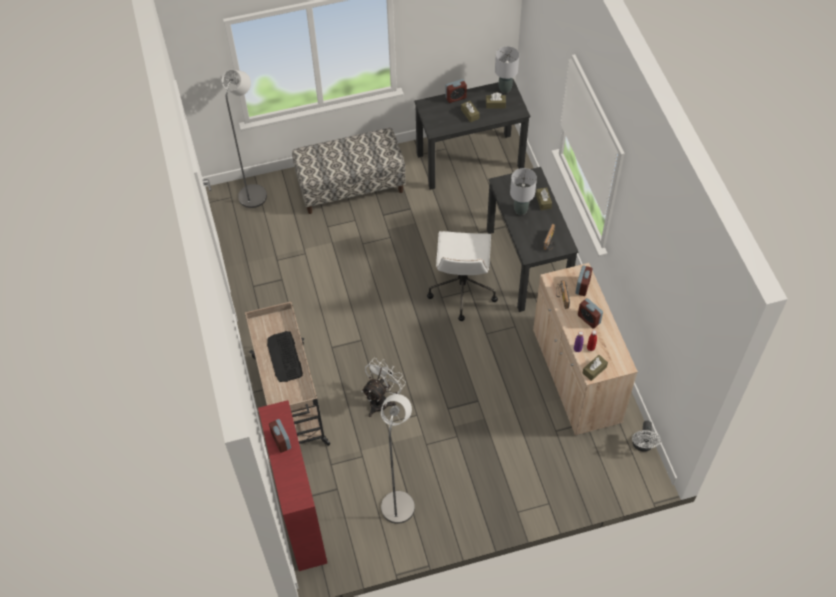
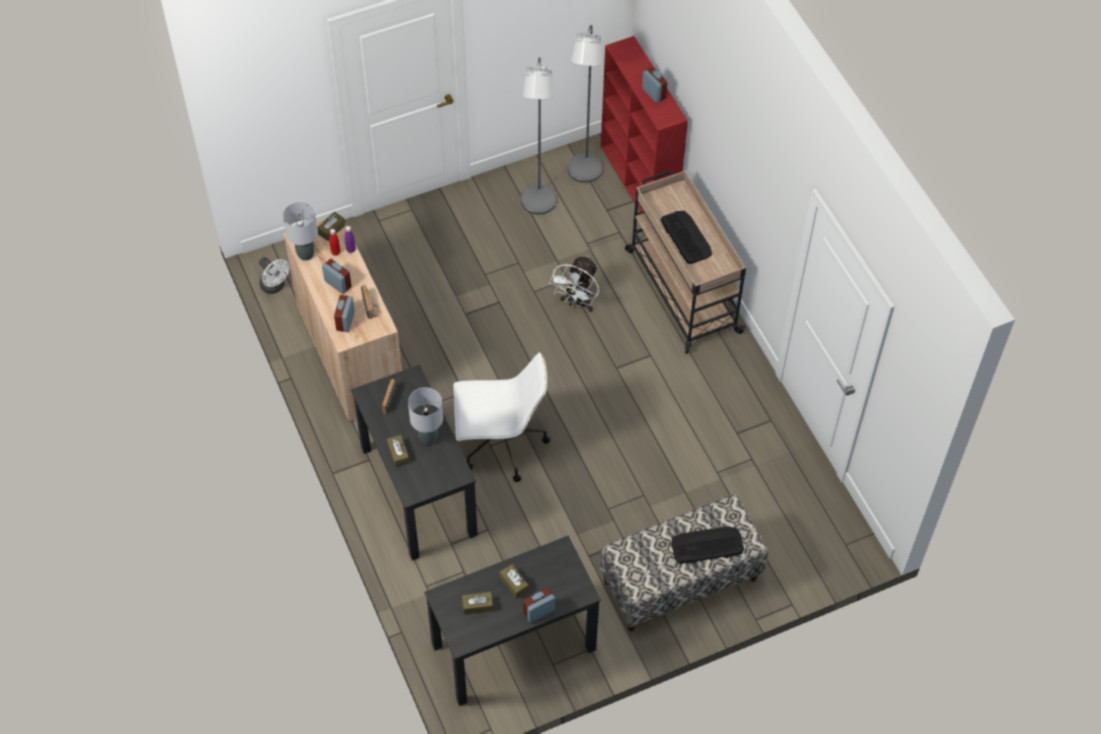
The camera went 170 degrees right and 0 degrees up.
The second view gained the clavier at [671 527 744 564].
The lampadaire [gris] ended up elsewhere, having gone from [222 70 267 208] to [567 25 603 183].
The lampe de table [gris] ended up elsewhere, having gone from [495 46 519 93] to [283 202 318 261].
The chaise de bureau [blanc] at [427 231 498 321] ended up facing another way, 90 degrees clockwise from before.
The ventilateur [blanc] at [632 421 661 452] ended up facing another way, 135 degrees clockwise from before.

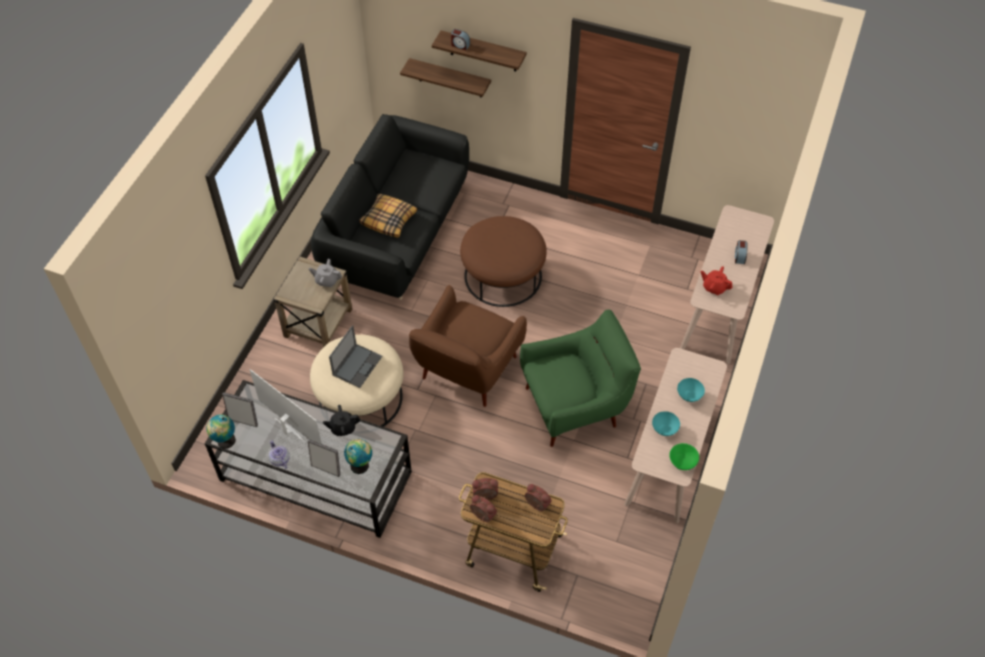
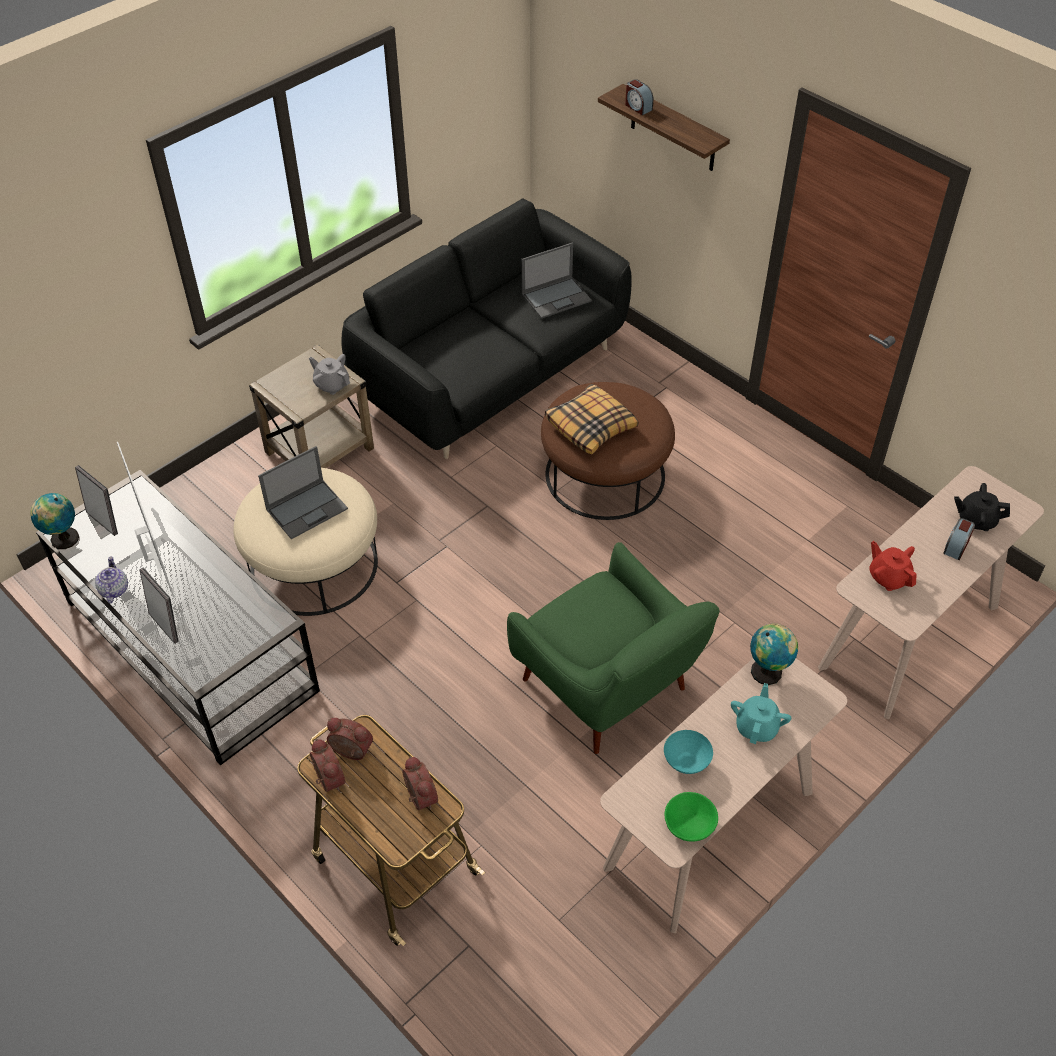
The camera went 25 degrees right and 5 degrees down.
The second view lost the étagère at [400 58 491 98].
The second view lost the fauteuil [marron] at [409 285 527 407].
The second view gained the ordinateur portable at [522 242 592 319].
The théière [noir] ended up elsewhere, having gone from [323 405 360 436] to [954 483 1010 531].
The globe ended up elsewhere, having gone from [344 439 372 474] to [750 624 798 685].
The coussin ended up elsewhere, having gone from [359 194 417 238] to [545 384 638 455].
Where the bol [turquoise] stood at [677 378 705 402], the théière [turquoise] came to stand at [731 683 791 744].
The fauteuil [vert] at [520 310 641 447] ended up facing another way, 45 degrees clockwise from before.

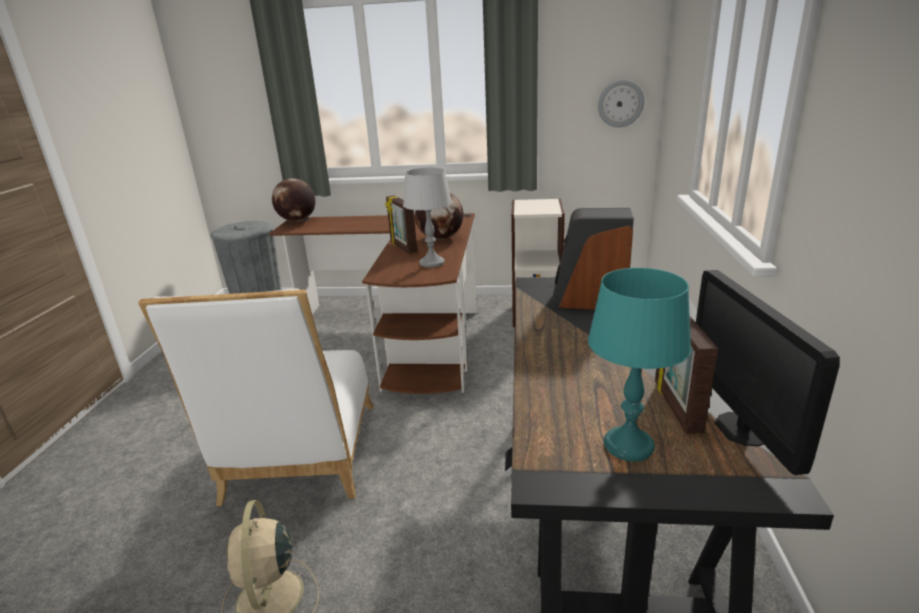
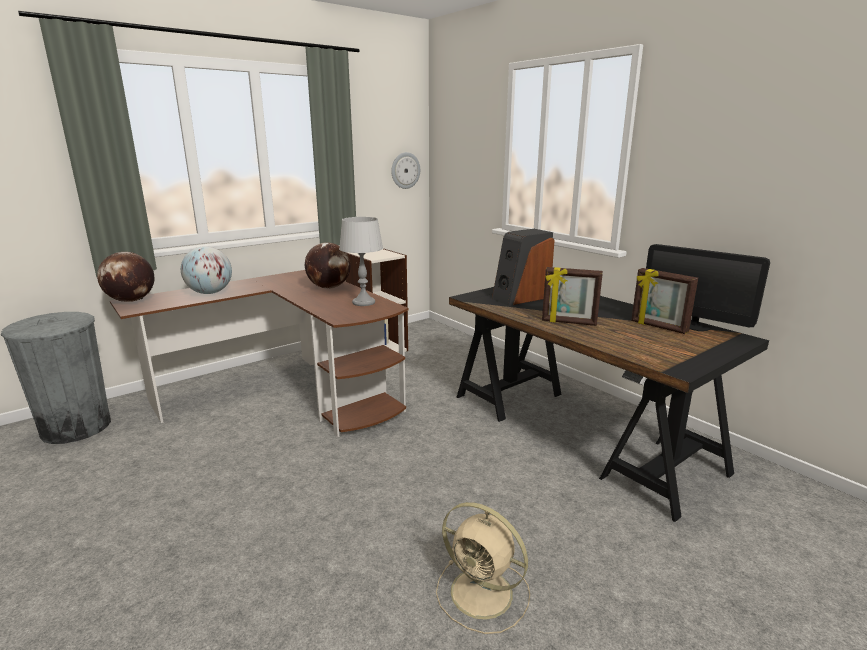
The camera went 45 degrees left and 5 degrees down.
The second view lost the chaise [blanc] at [138 289 374 506].
The second view lost the lampe de table [turquoise] at [588 268 691 461].
The second view gained the globe at [181 246 232 294].
The cadre photo ended up elsewhere, having gone from [385 195 417 254] to [542 267 603 326].

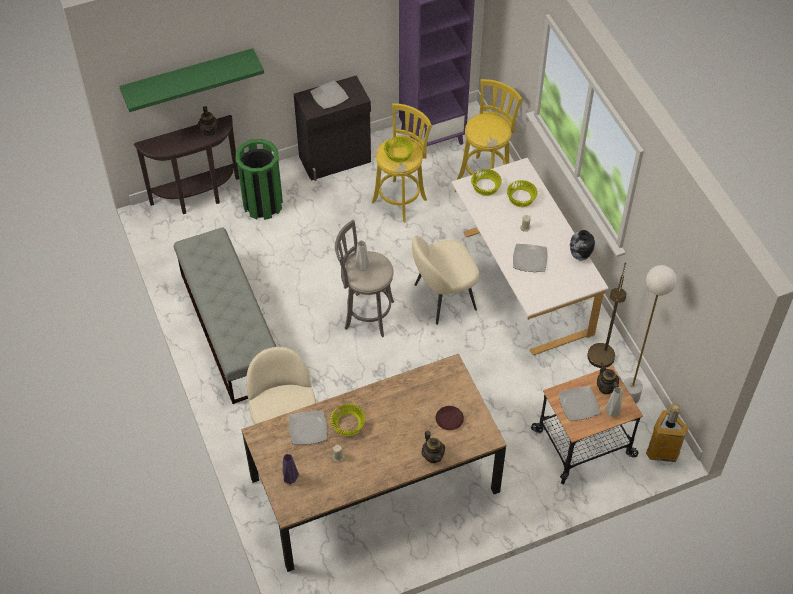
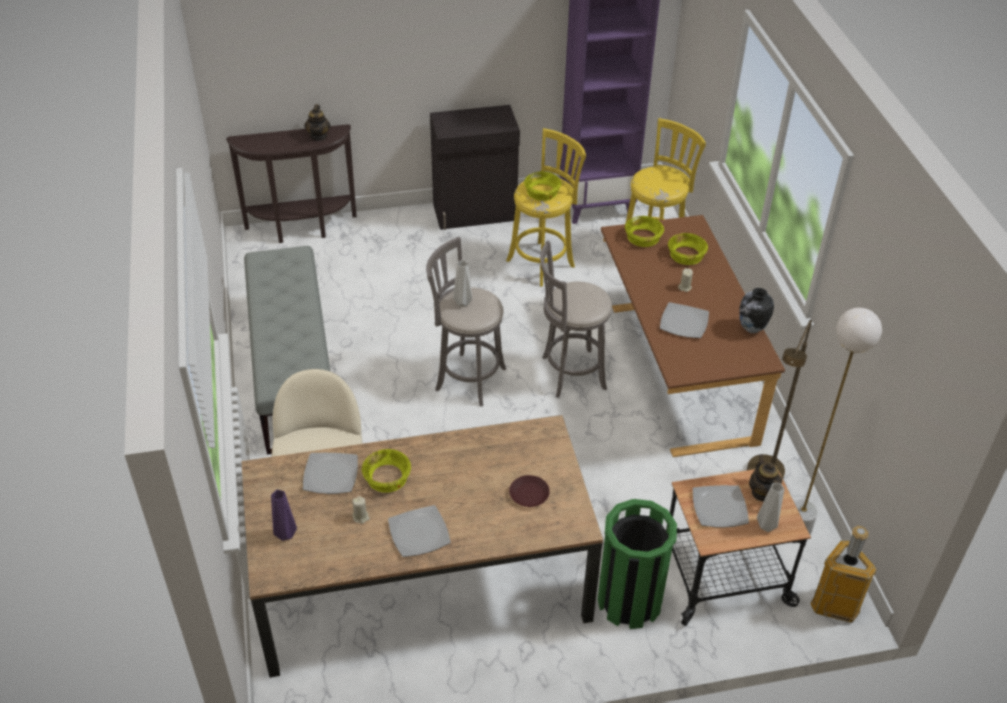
The camera went 10 degrees right and 10 degrees down.
The second view lost the étagère [vert] at [119 48 264 112].
The second view lost the théière at [421 431 445 463].
The poubelle [vert] ended up elsewhere, having gone from [236 139 283 220] to [598 499 677 629].
The assiette ended up elsewhere, having gone from [310 81 349 109] to [388 505 451 557].
Where the chaise [beige] stood at [412 236 479 325], the tabouret [gris] came to stand at [540 240 612 398].
What was the bureau [blanc] at [452 158 608 355] turned into the bureau [marron] at [601 215 785 457].

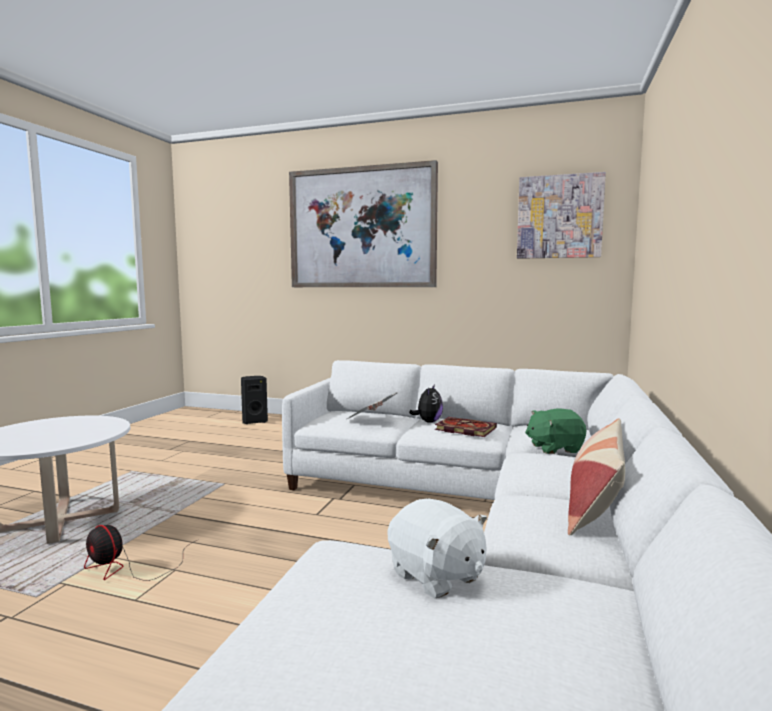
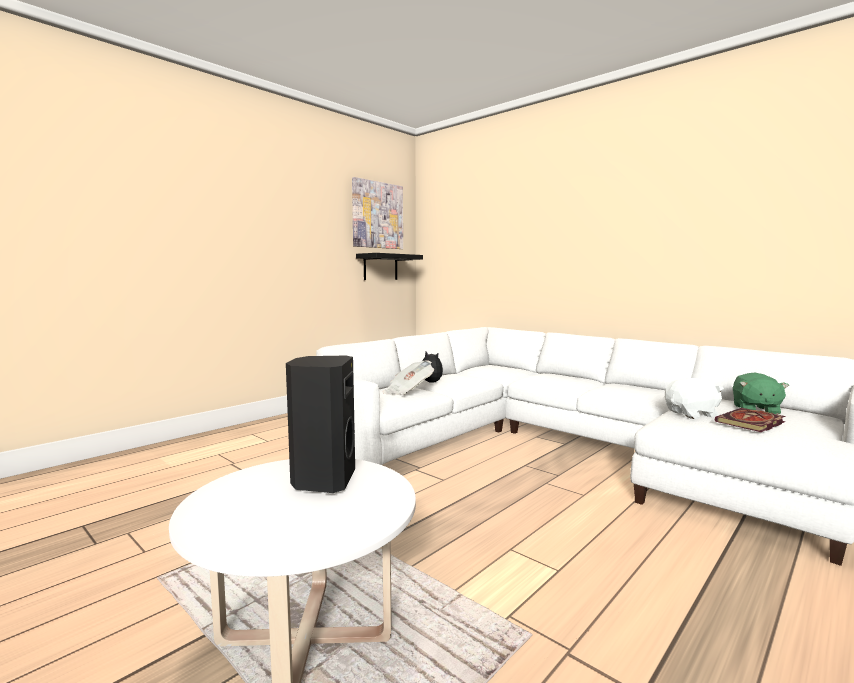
The camera went 65 degrees left and 0 degrees up.
The second view lost the ventilateur at [84 525 199 581].
The second view lost the tableau at [289 160 438 287].
The second view lost the coussin at [568 418 625 536].
The second view gained the étagère [noir] at [356 253 423 280].
The enceinte [noir] ended up elsewhere, having gone from [241 376 268 424] to [286 356 355 493].
The livre ended up elsewhere, having gone from [435 417 497 437] to [715 408 786 432].
The peluche [vert] ended up elsewhere, having gone from [525 409 586 454] to [733 373 789 415].

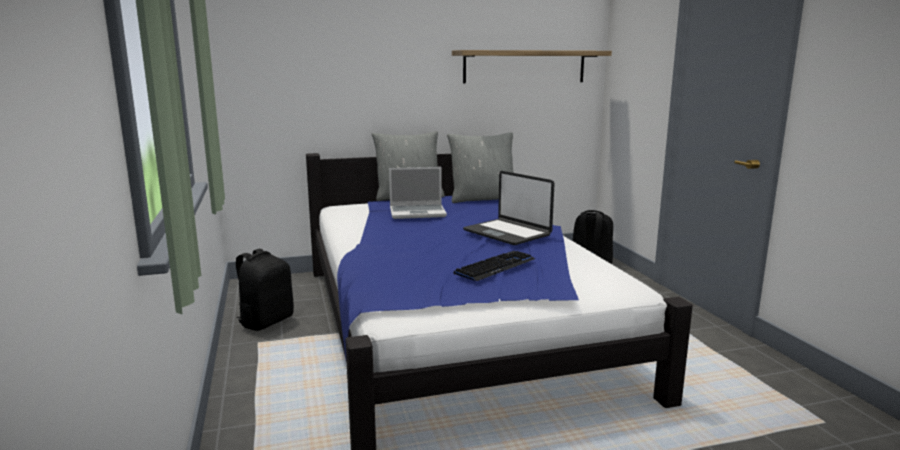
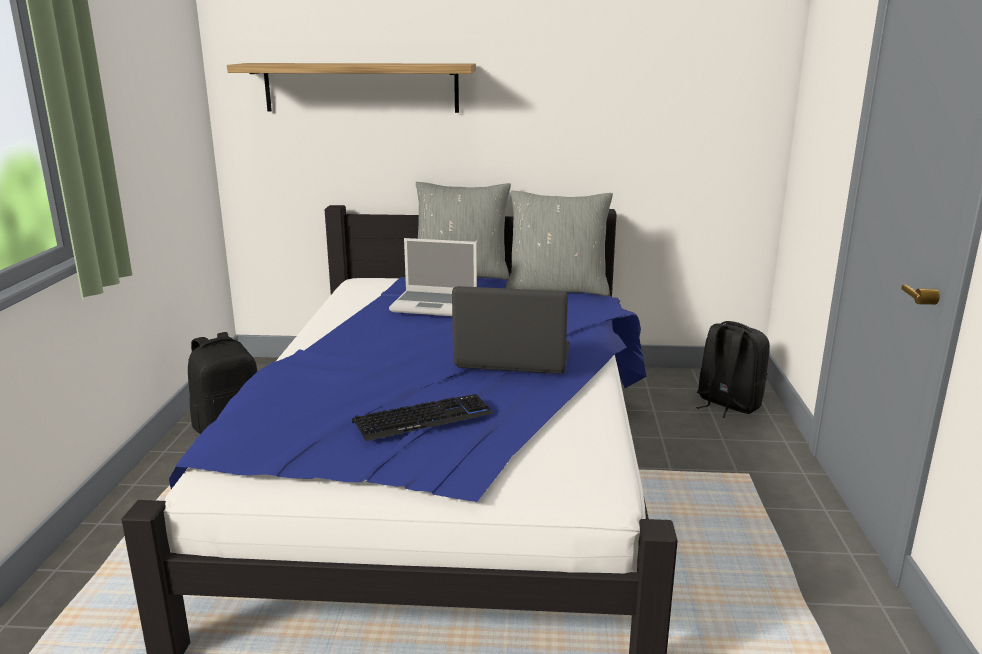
The camera went 20 degrees right and 5 degrees up.
The étagère ended up elsewhere, having gone from [452 50 612 84] to [227 63 476 113].
The ordinateur portable at [463 171 555 245] ended up facing another way, 120 degrees clockwise from before.

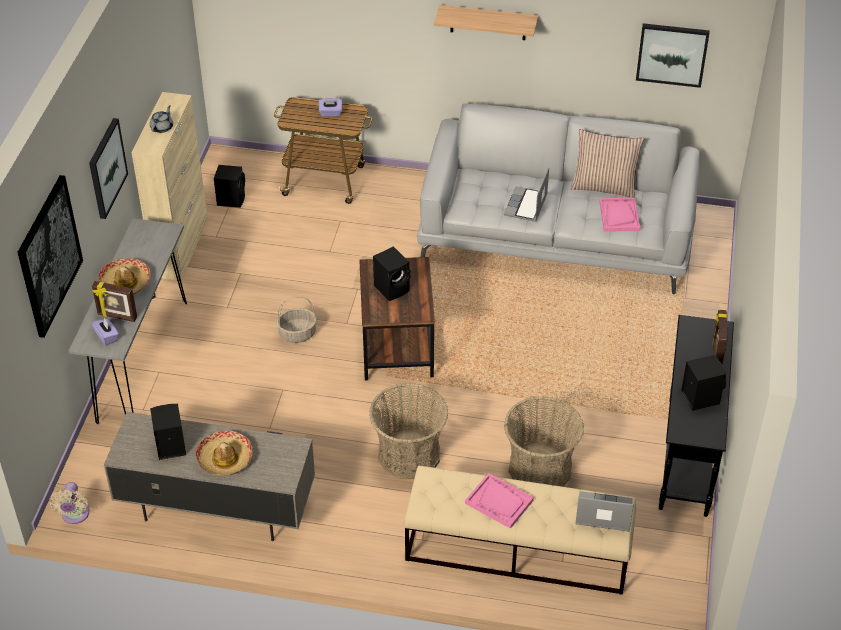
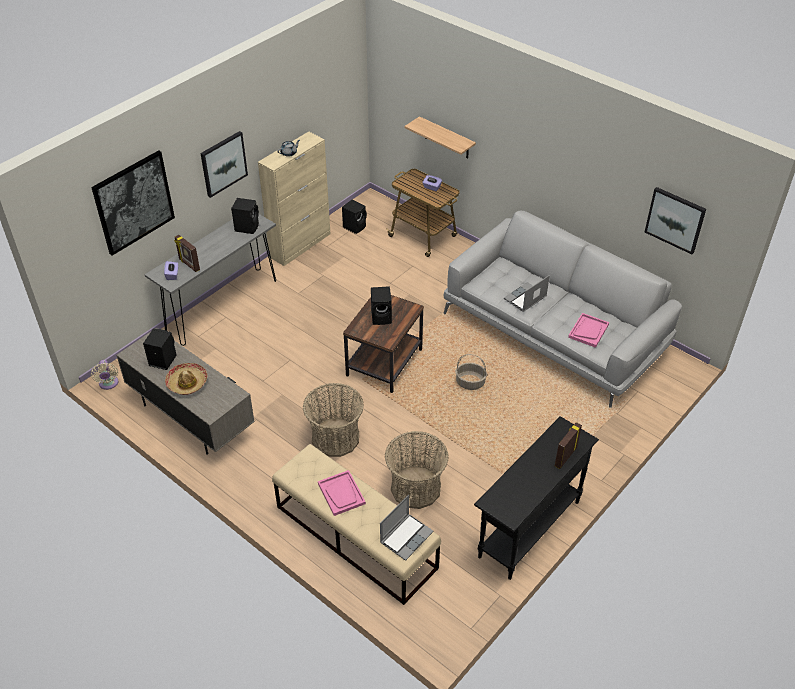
The camera went 30 degrees right and 0 degrees up.
The second view lost the chapeau at [98 259 150 295].
The second view lost the coussin at [570 129 644 198].
The panier ended up elsewhere, having gone from [277 297 317 343] to [456 354 487 390].
The étagère ended up elsewhere, having gone from [434 5 538 40] to [404 116 476 159].
The enceinte [noir] ended up elsewhere, having gone from [681 355 726 411] to [231 198 259 234].
The ventilateur [beige] at [49 482 89 524] ended up facing another way, 45 degrees counterclockwise from before.
The ordinateur portable at [575 491 634 531] ended up facing another way, 90 degrees clockwise from before.

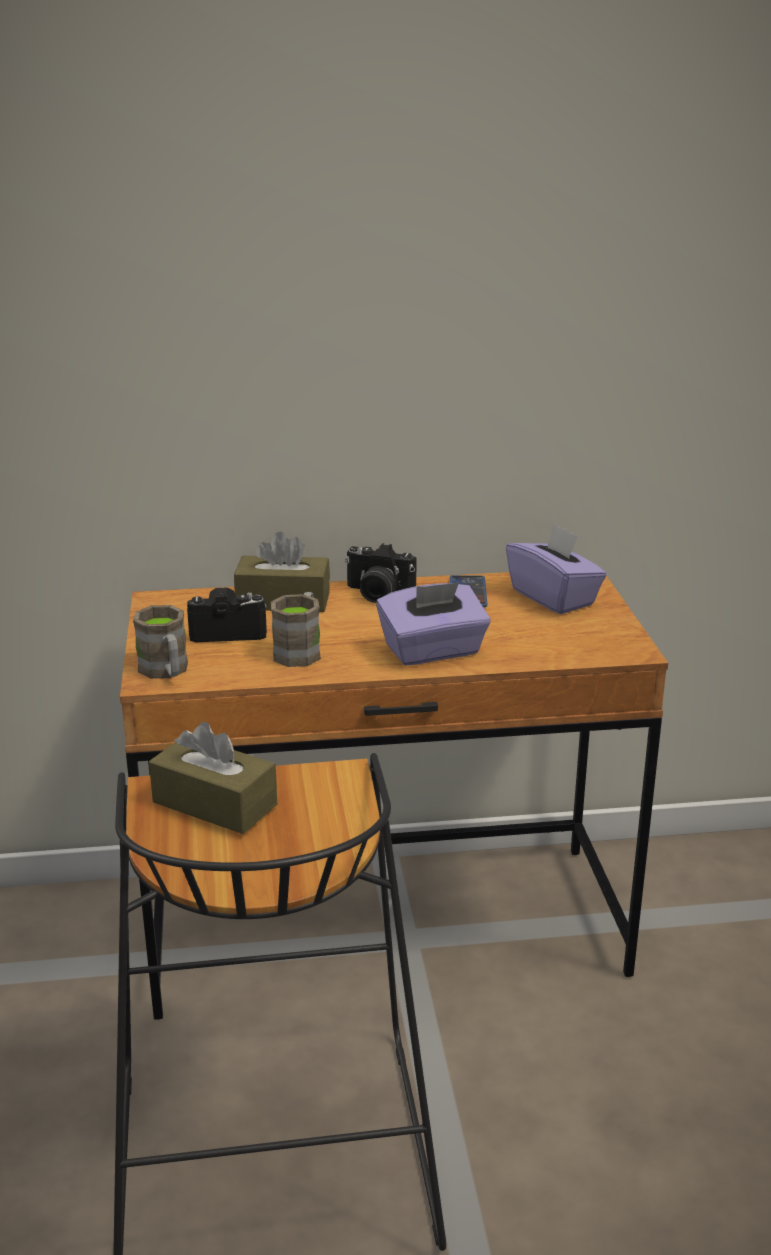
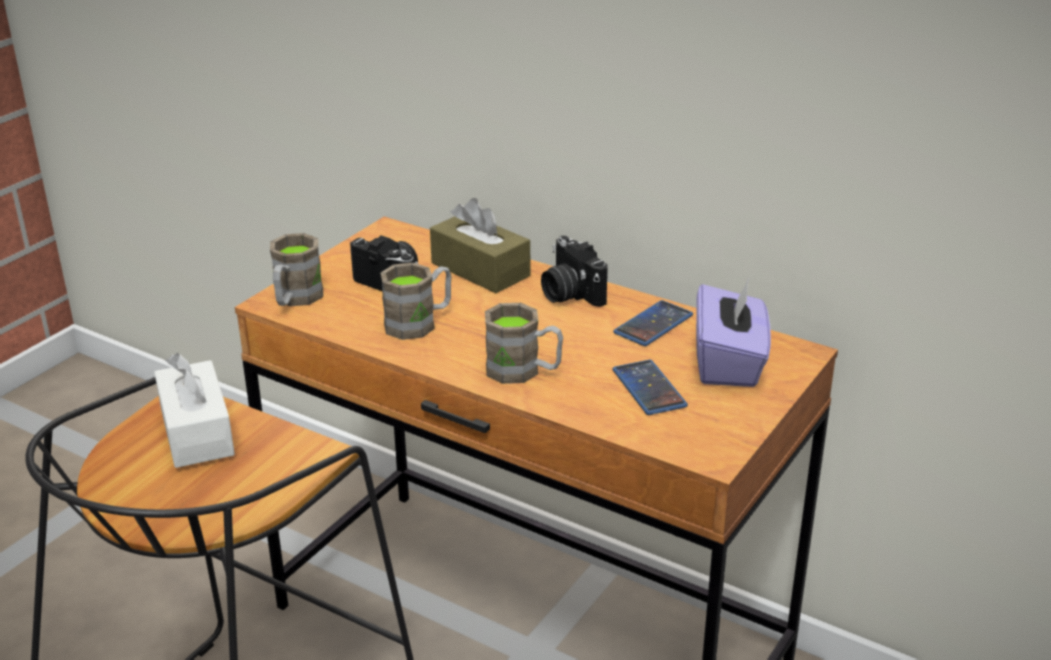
The camera went 40 degrees right and 5 degrees up.
The second view gained the téléphone at [612 360 688 415].
Where the boîte à mouchoirs [violet] stood at [376 582 491 666], the mug [marron] came to stand at [485 303 563 384].
What was the boîte à mouchoirs [marron] at [149 722 277 834] turned into the boîte à mouchoirs [blanc] at [154 353 235 468].

